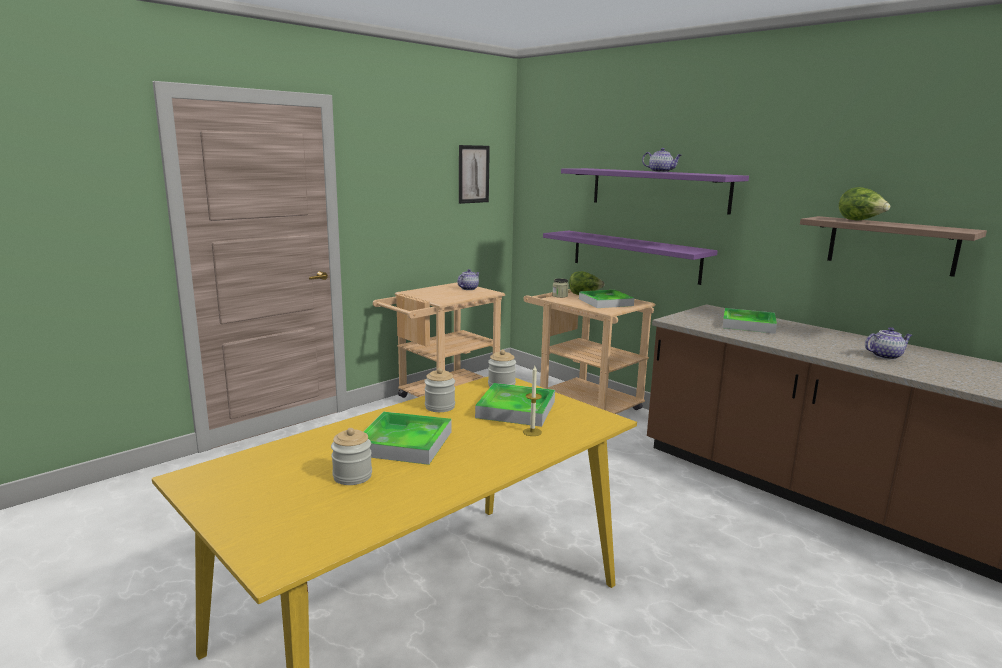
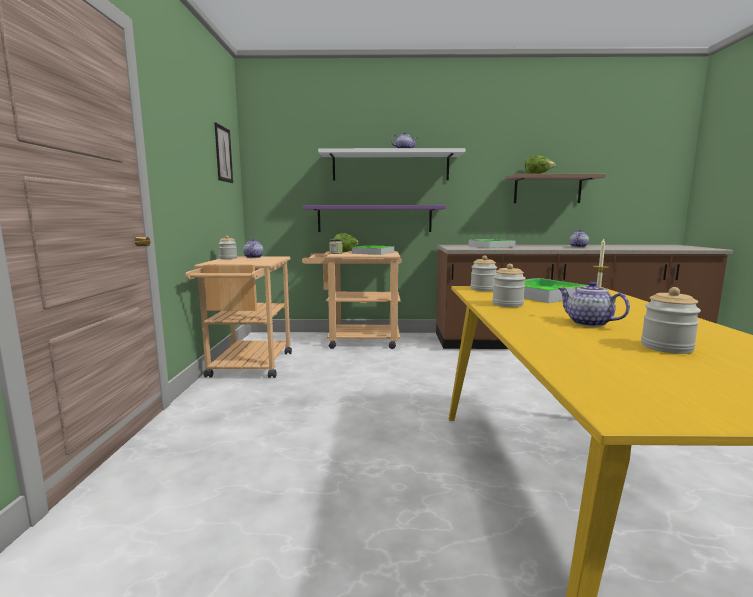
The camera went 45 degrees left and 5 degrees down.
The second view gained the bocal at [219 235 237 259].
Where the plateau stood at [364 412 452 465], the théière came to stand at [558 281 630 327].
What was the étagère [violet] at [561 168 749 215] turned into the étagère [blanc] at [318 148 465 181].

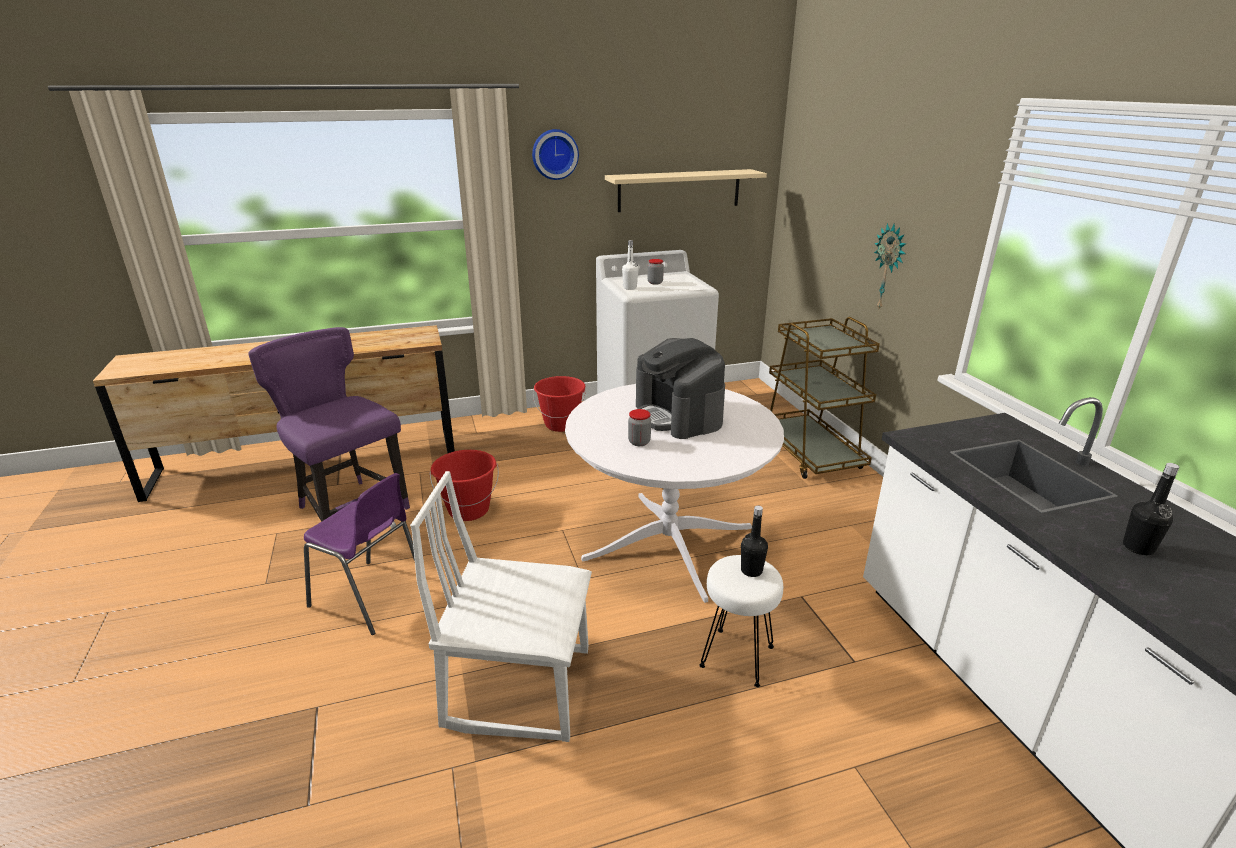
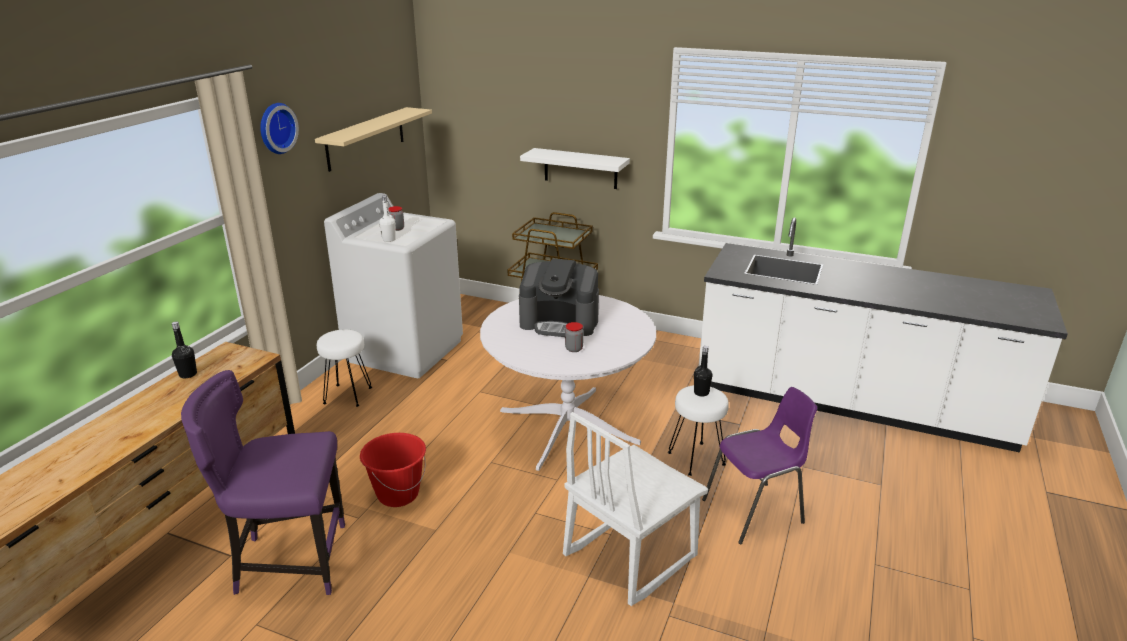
The camera went 50 degrees left and 0 degrees up.
The chaise [violet] ended up elsewhere, having gone from [304 473 415 635] to [702 387 817 545].
The bouteille [noir] ended up elsewhere, having gone from [1123 463 1179 555] to [172 322 197 378].
Where the seau [rouge] stood at [533 376 586 432], the tabouret [blanc] came to stand at [317 329 372 407].
Where the horloge murale hung at [874 223 906 311], the étagère [blanc] came to hang at [520 148 630 189].

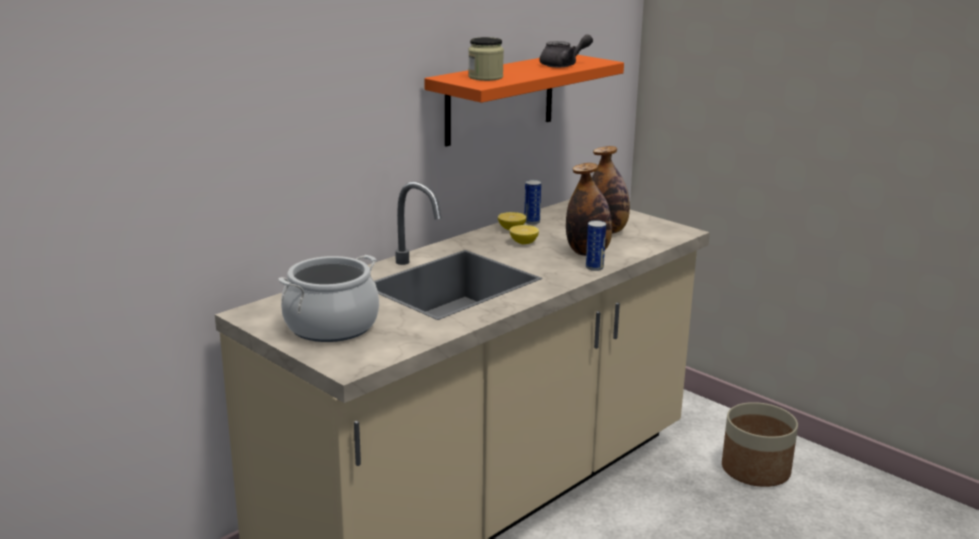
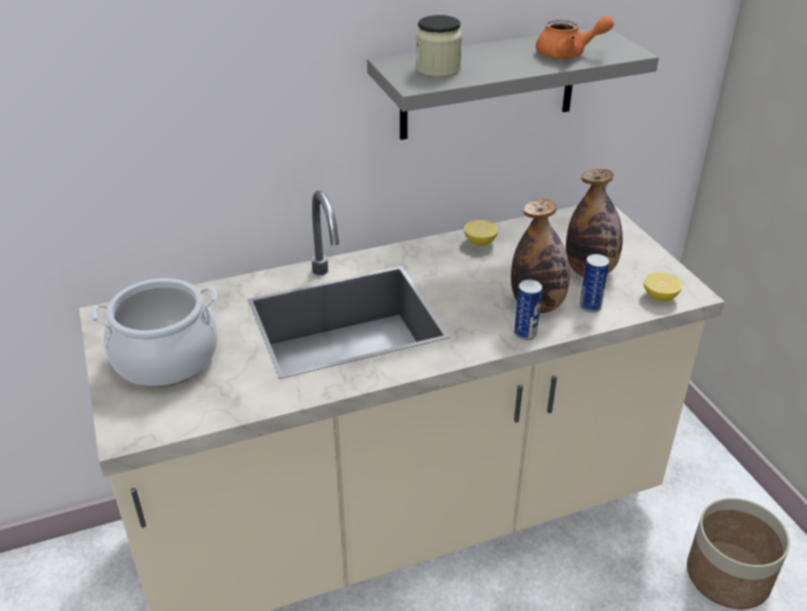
The camera went 25 degrees right and 15 degrees up.
The citron ended up elsewhere, having gone from [509 225 539 244] to [644 272 682 301].
The boîte métallique ended up elsewhere, having gone from [524 180 541 225] to [580 254 609 313].
What was the étagère [orange] at [424 55 624 147] turned into the étagère [gris] at [367 28 659 140].
What was the théière [gris] at [540 34 593 68] turned into the théière [orange] at [536 16 614 59].

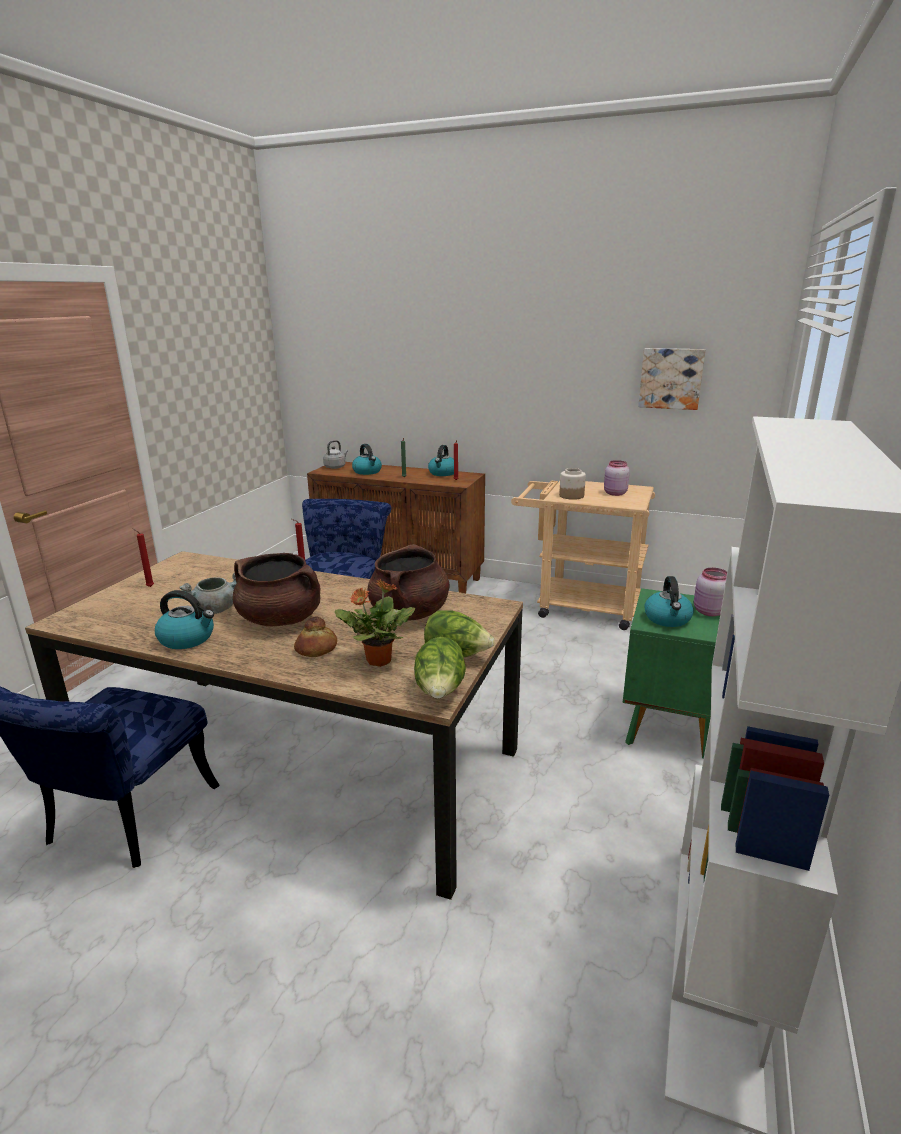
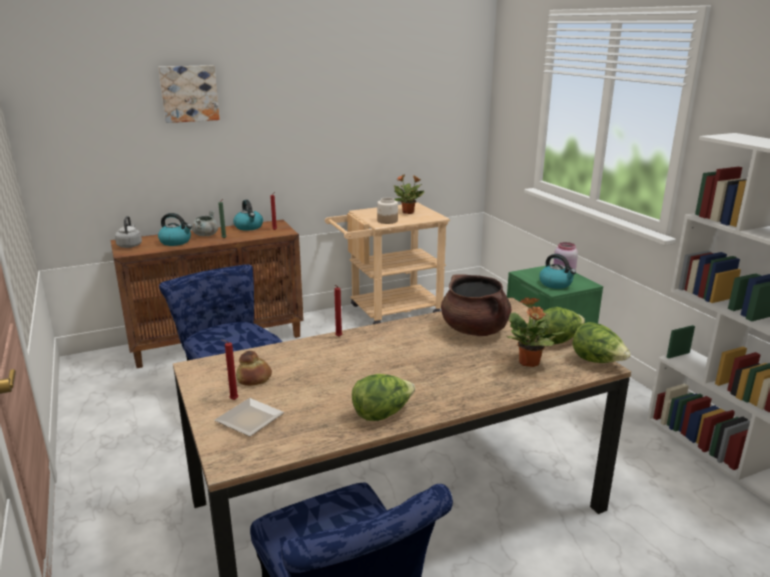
The camera went 45 degrees left and 0 degrees up.
The second view lost the marmite [marron] at [233 553 320 626].
The second view gained the assiette at [215 398 284 437].
The marmite [gris] ended up elsewhere, having gone from [179 572 236 614] to [192 210 218 236].
The pain ended up elsewhere, having gone from [294 616 337 657] to [236 351 272 386].
The tableau ended up elsewhere, having gone from [638 348 705 410] to [158 65 220 123].
Where the bouilloire stood at [155 590 214 649], the laitue came to stand at [352 374 415 421].
Where the bocal [rose] stood at [604 460 630 496], the plante en pot came to stand at [393 175 424 214].

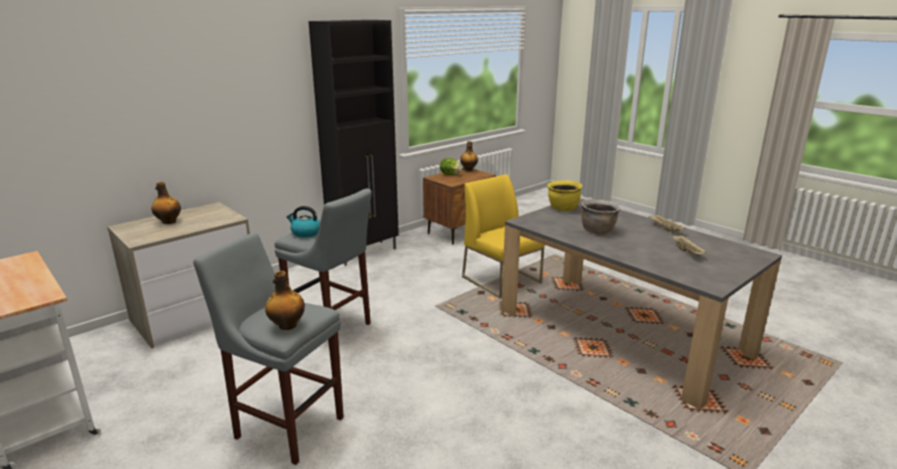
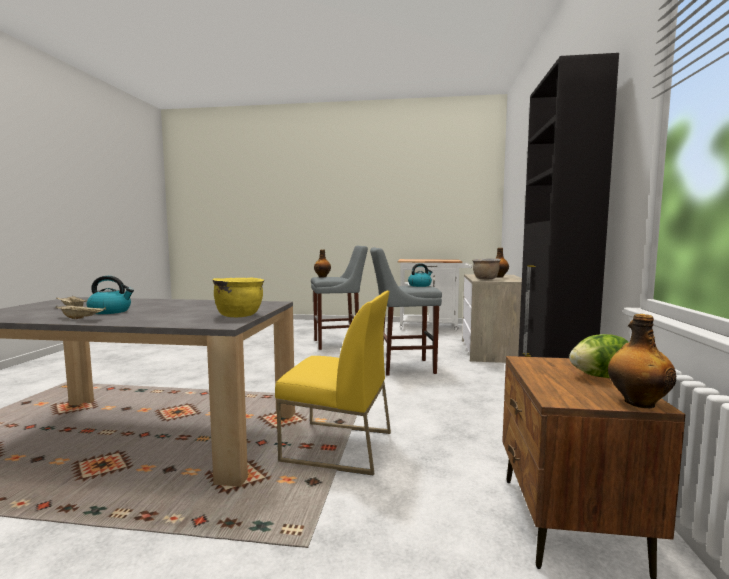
The camera went 140 degrees right and 15 degrees down.
The second view gained the bouilloire at [87 276 134 314].
The marmite [marron] ended up elsewhere, having gone from [581 199 621 234] to [472 258 501 279].

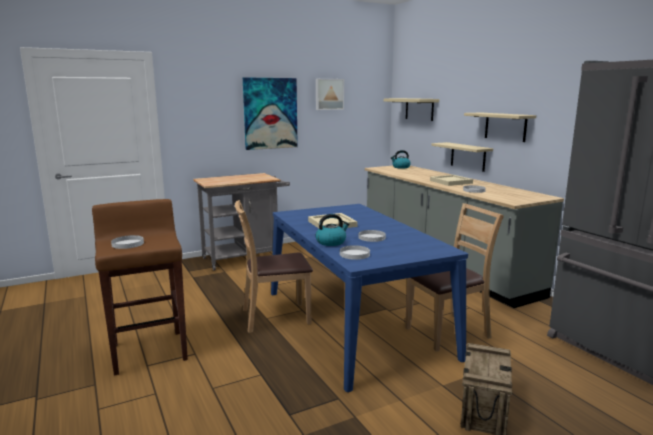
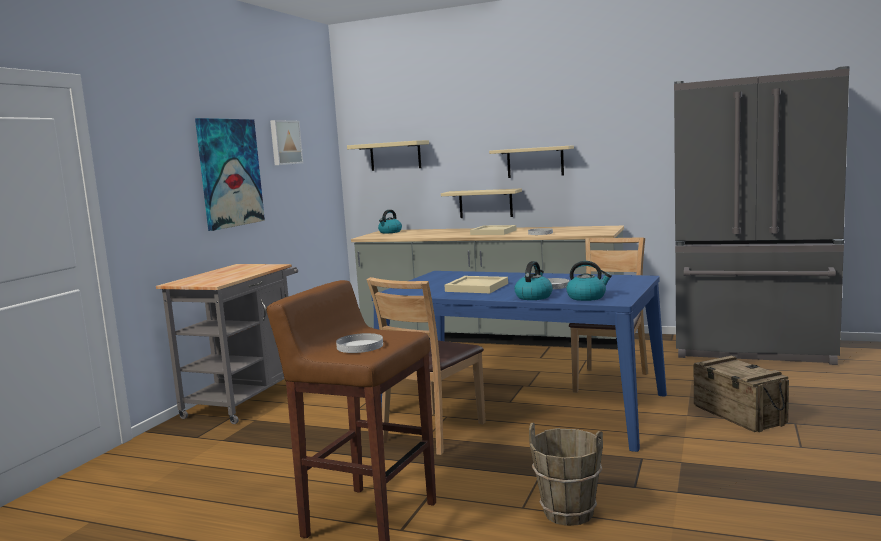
The camera went 40 degrees left and 5 degrees down.
The second view gained the seau [marron] at [529 423 603 526].
Where the assiette [blanc] stood at [340 245 370 260], the bouilloire came to stand at [566 261 612 301].

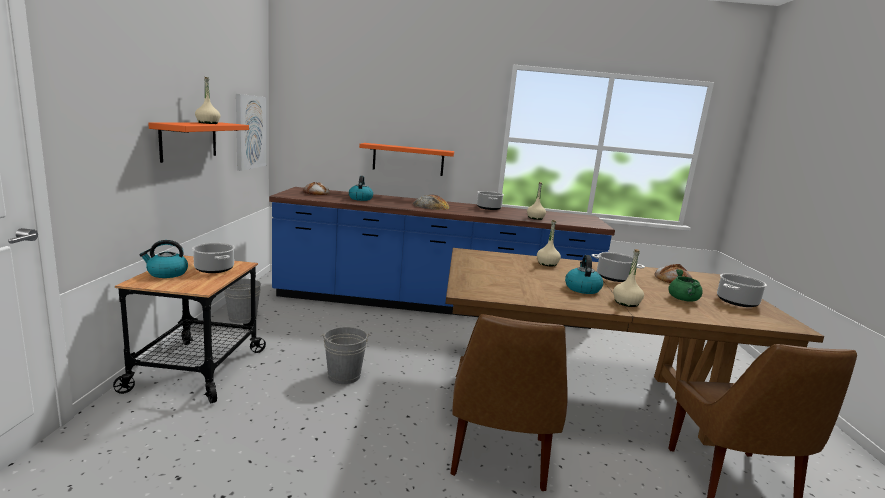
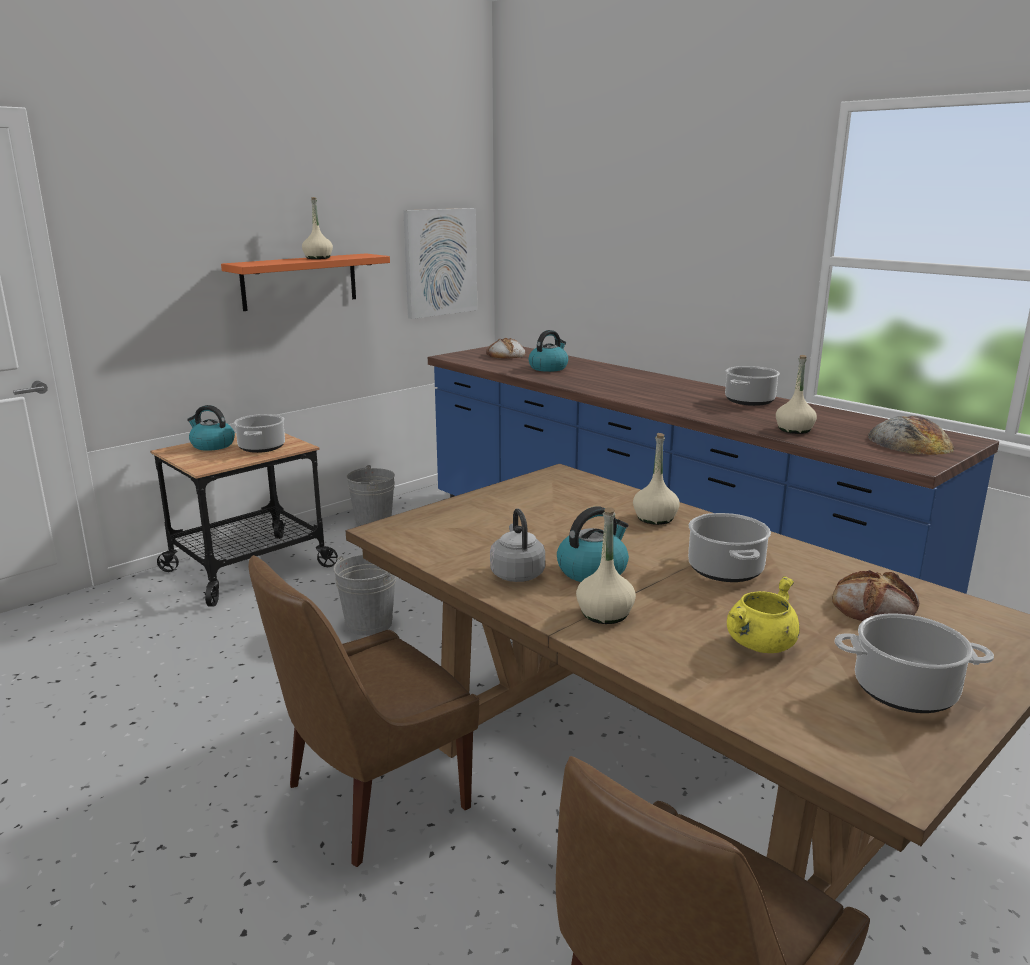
The camera went 45 degrees right and 5 degrees up.
The second view lost the étagère [orange] at [359 143 454 176].
The second view gained the bouilloire [gris] at [490 508 545 582].
The pain ended up elsewhere, having gone from [412 194 450 210] to [868 416 954 455].
What was the marmite [vert] at [669 269 703 302] turned into the marmite [jaune] at [727 576 800 653].

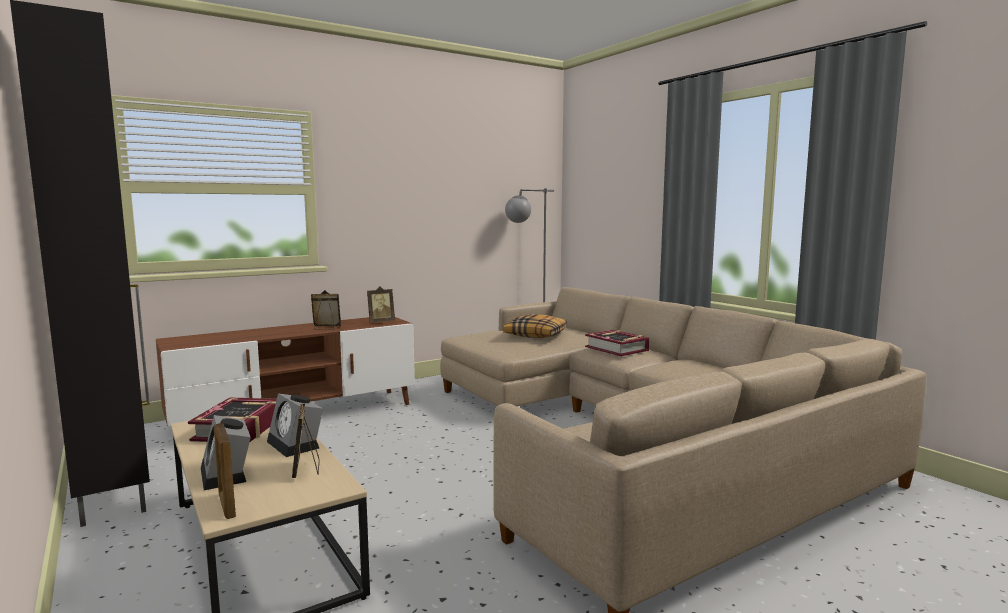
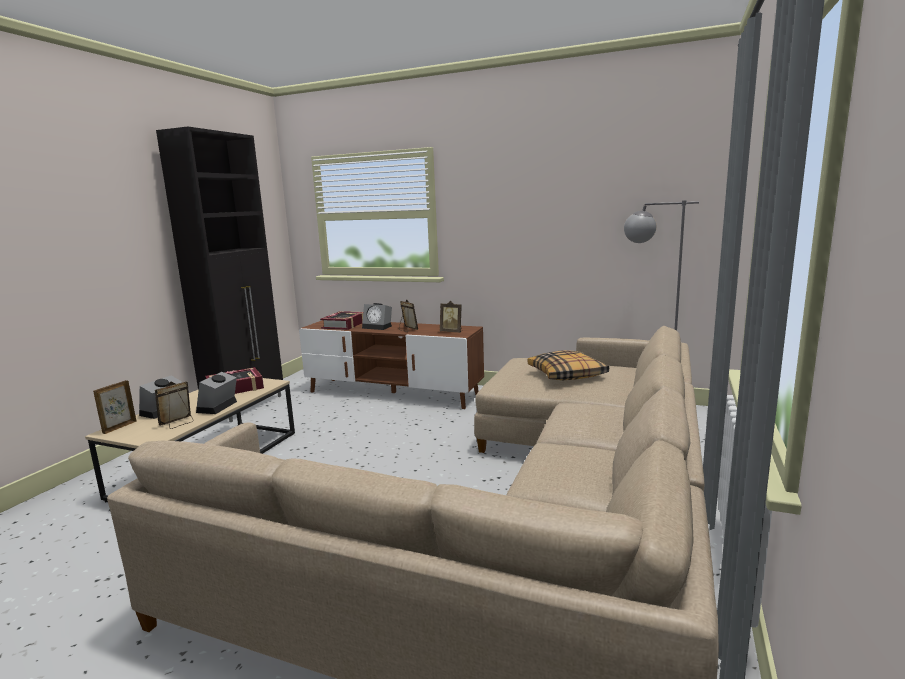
The camera went 55 degrees right and 5 degrees up.
The second view gained the réveil at [362 303 392 330].
The livre ended up elsewhere, having gone from [585 330 650 356] to [320 311 363 330].

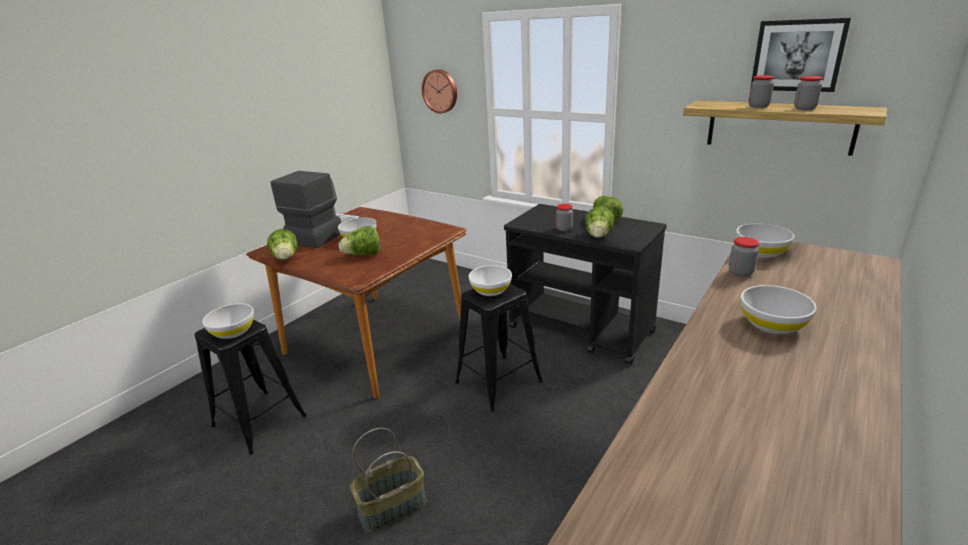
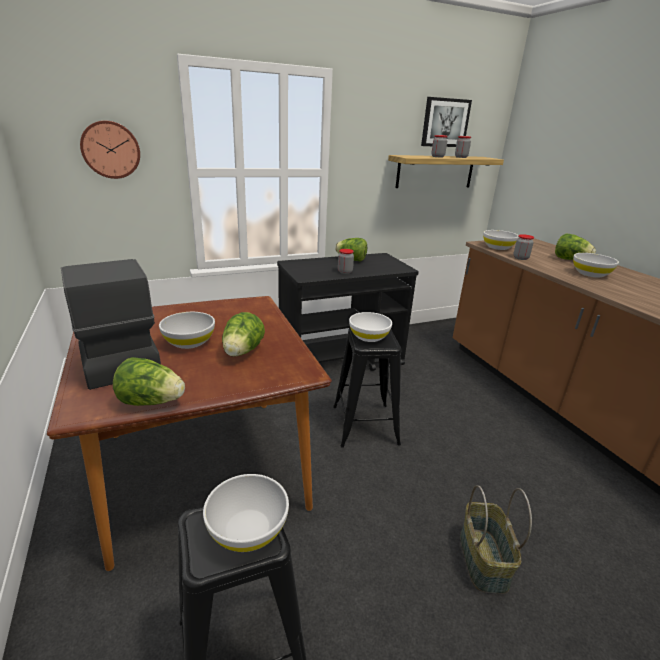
The camera went 60 degrees left and 0 degrees up.
The laitue ended up elsewhere, having gone from [585 206 614 238] to [555 234 596 260].

